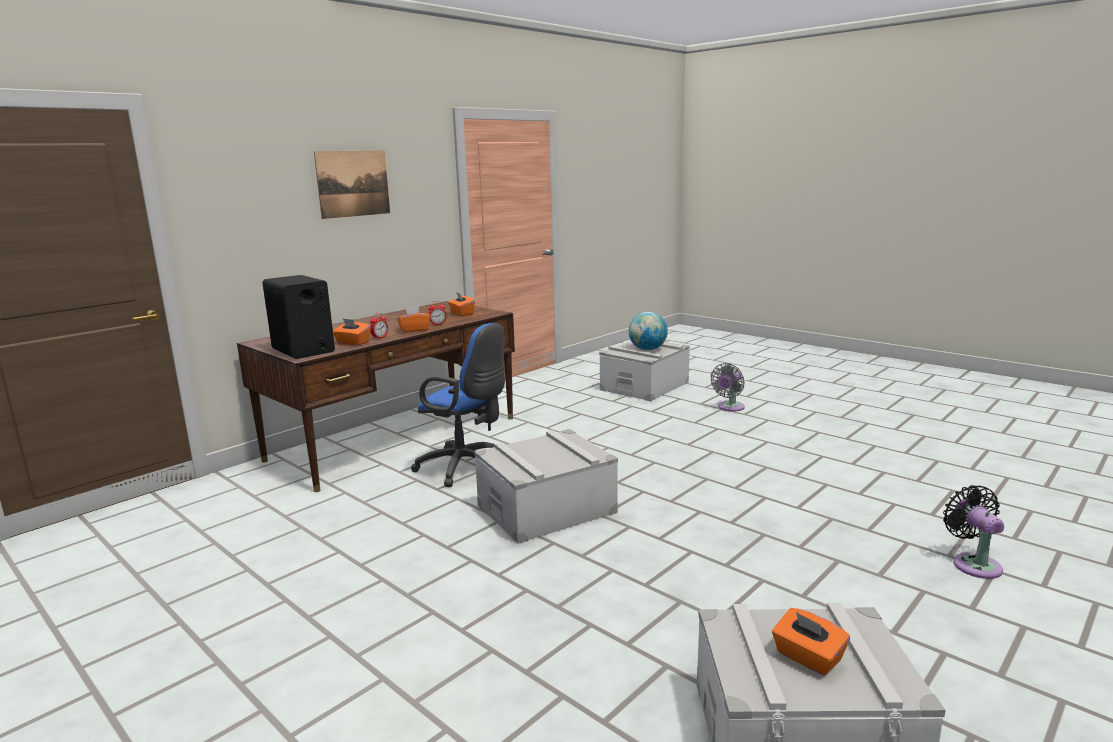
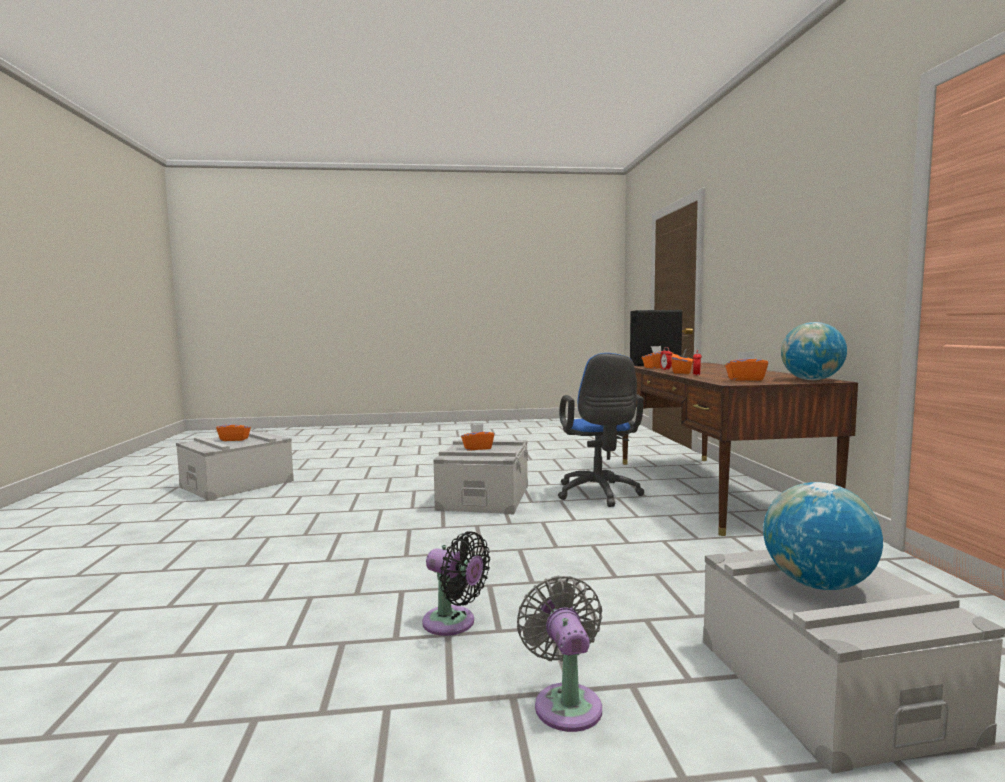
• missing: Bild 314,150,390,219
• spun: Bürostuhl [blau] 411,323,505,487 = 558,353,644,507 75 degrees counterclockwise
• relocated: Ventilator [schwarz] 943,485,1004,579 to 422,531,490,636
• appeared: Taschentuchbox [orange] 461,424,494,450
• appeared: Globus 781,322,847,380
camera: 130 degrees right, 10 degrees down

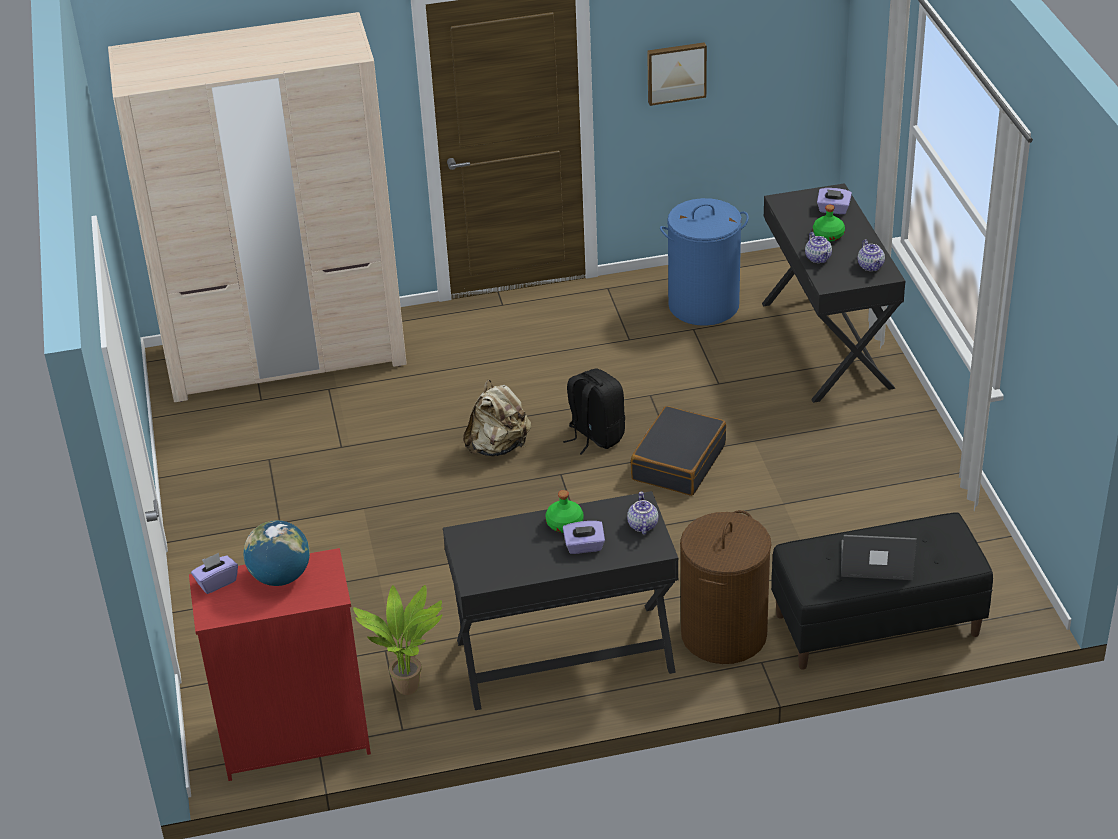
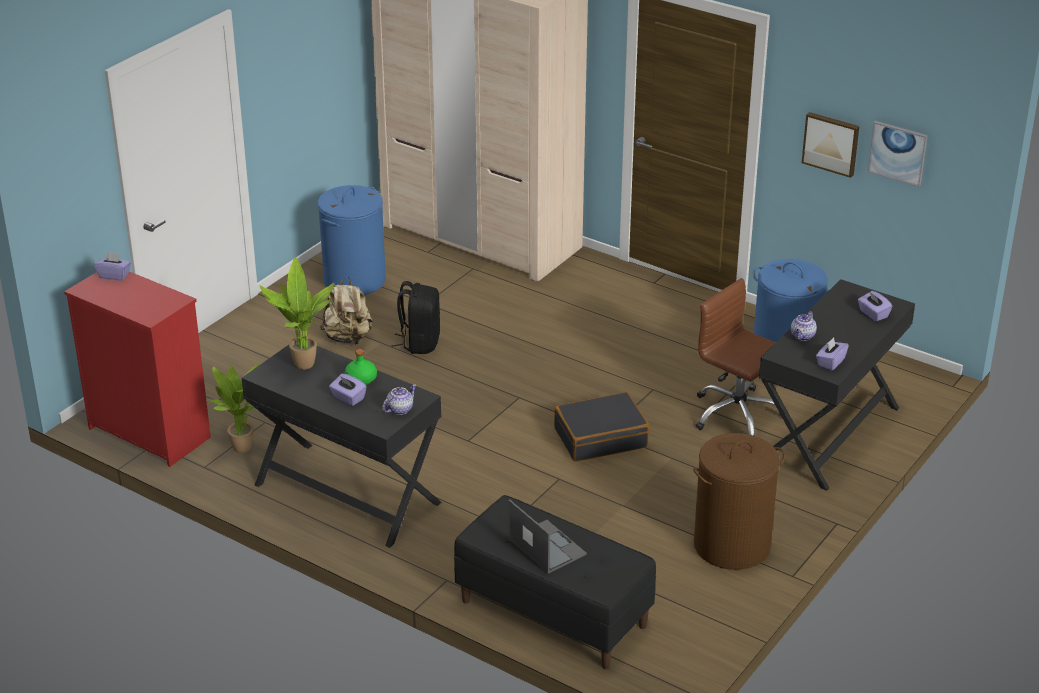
• missing: Globus 243,520,310,586
• relocated: Rucksack [beige] 463,380,531,456 to 320,277,373,345
• relocated: Rucksack [schwarz] 563,369,625,455 to 391,281,440,354
• relocated: Wäschekorb [braun] 680,510,771,664 to 693,433,785,570
• missing: Flasche [grün] 813,205,845,242
• exchanged: Teekanne 858,239,885,271 to Taschentuchbox [lila] 816,338,849,371
• appeared: Topfpflanze 260,257,334,370
• appeared: Wäschekorb [blau] 318,185,386,295
• appeared: Bürostuhl [braun] 696,278,783,436
• appeared: Bild 868,121,928,187
camera: 45 degrees right, 5 degrees down

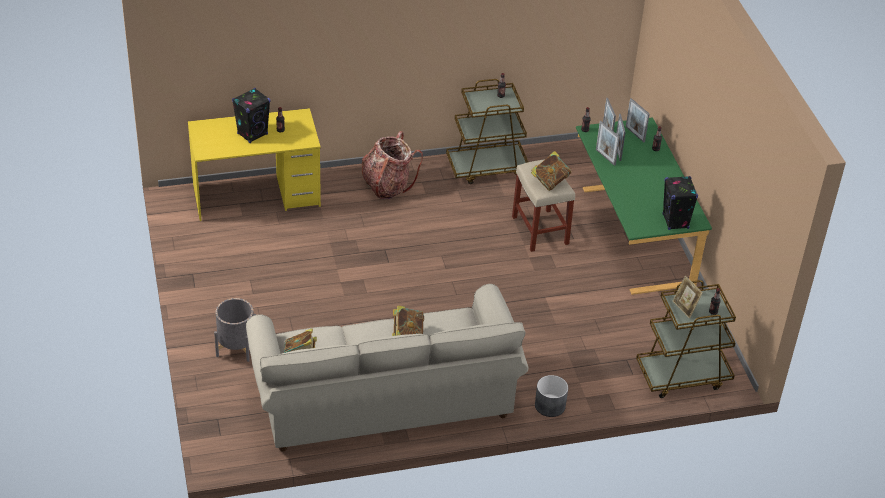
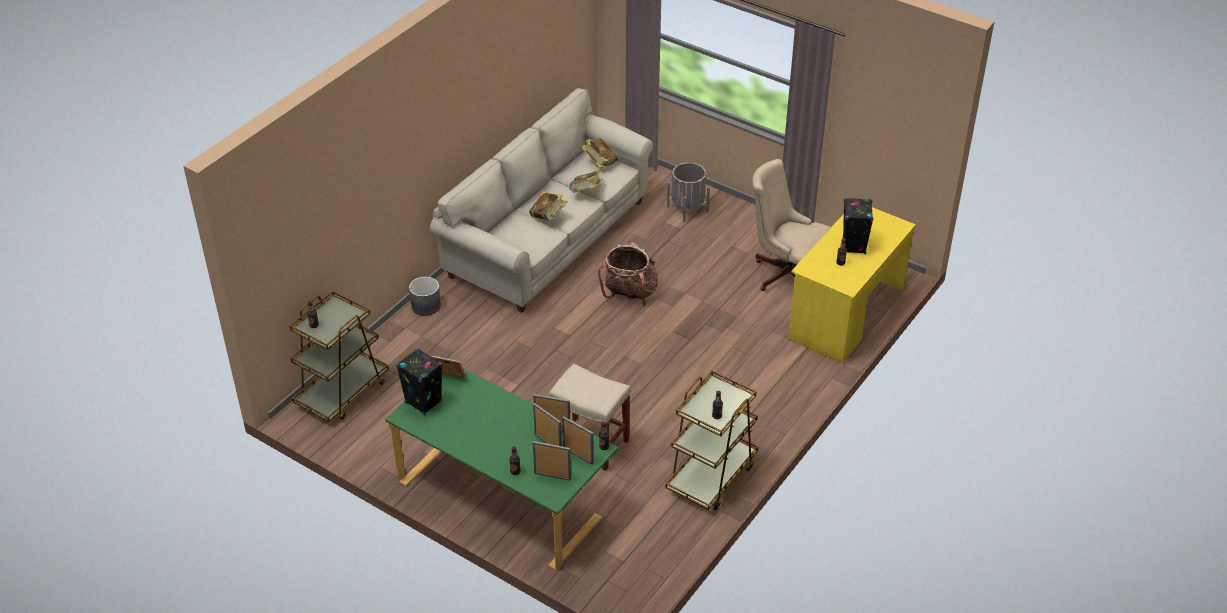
• relocated: Rucksack 361,131,423,199 to 598,242,658,307
• relocated: Buch 531,151,571,191 to 569,170,603,193
• relocated: Bilderrahmen 673,276,703,318 to 432,356,466,379
• appeared: Bürostuhl [beige] 752,159,831,291
camera: 140 degrees right, 0 degrees up

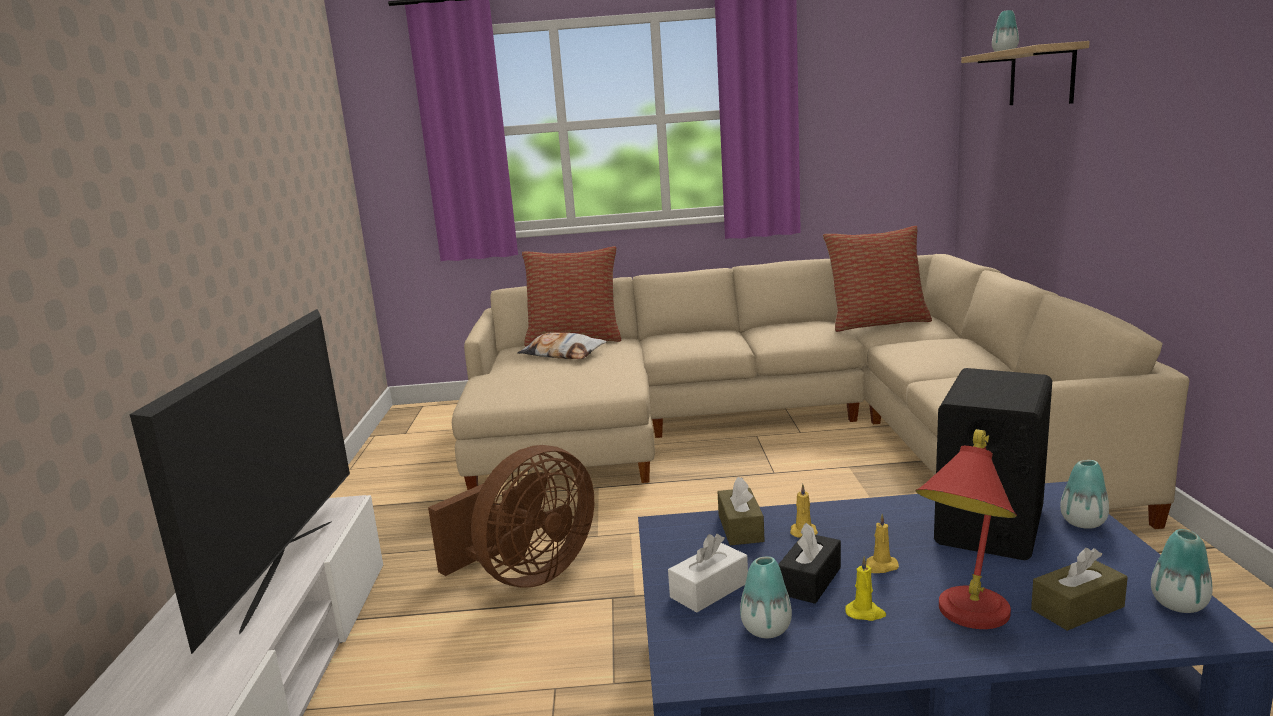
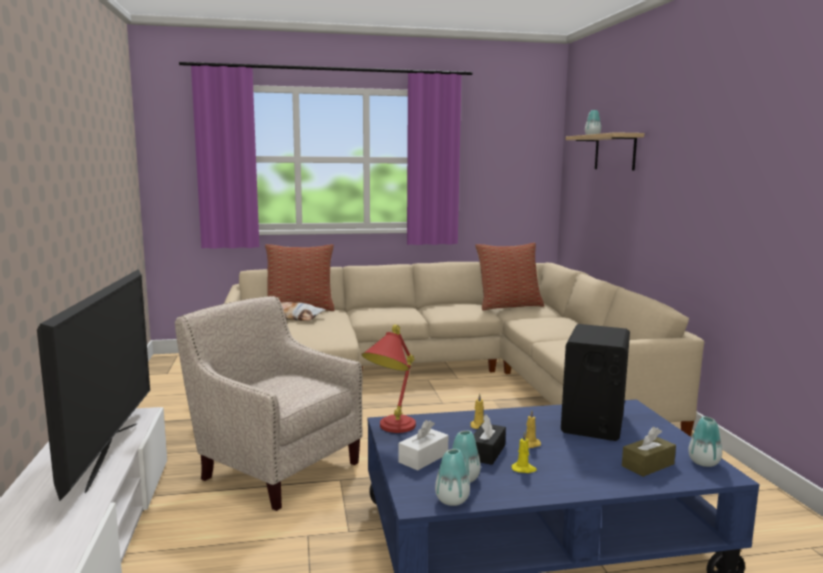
• exchanged: Ventilator [braun] 428,445,594,588 to Sessel [beige] 175,296,363,511
• missing: Taschentuchbox [braun] 718,477,765,545
• relocated: Tischlampe [rot] 915,429,1017,629 to 361,325,416,433
• relocated: Vase 1060,460,1109,529 to 435,449,470,506
camera: 10 degrees left, 5 degrees down

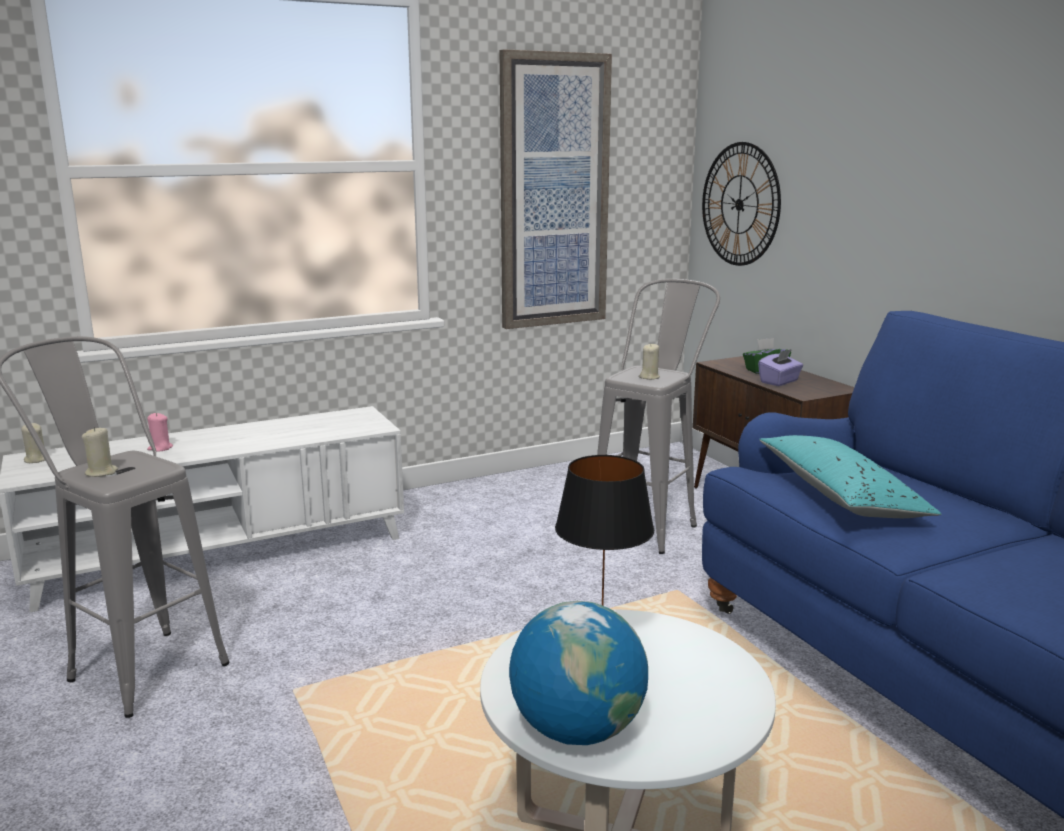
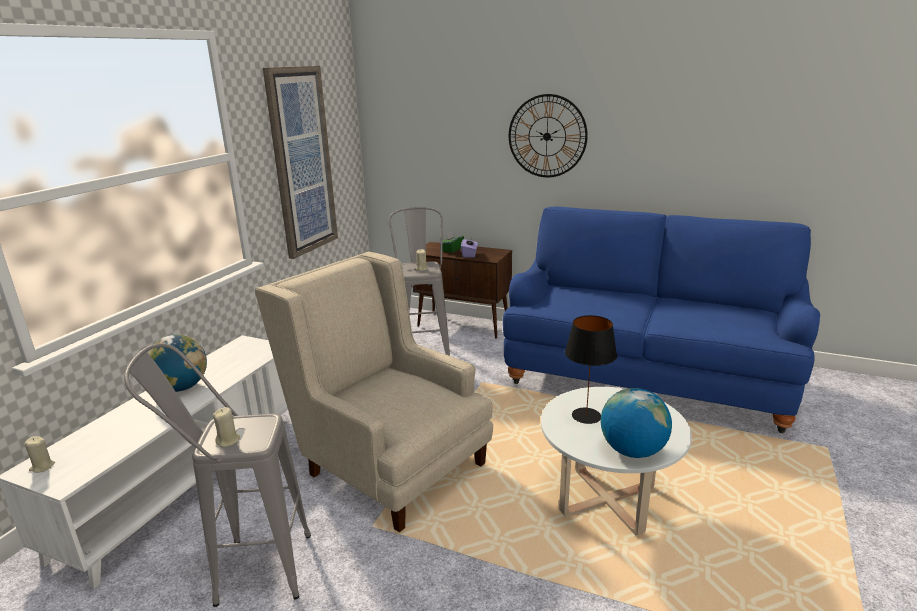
• missing: Kerze [rosa] 147,413,173,452
• relocated: Wanduhr 702,142,781,266 to 509,94,588,177
• missing: Kissen [türkis] 759,435,941,518
• appeared: Globus 147,335,207,392
• appeared: Sessel [beige] 255,252,493,532
camera: 40 degrees left, 5 degrees up

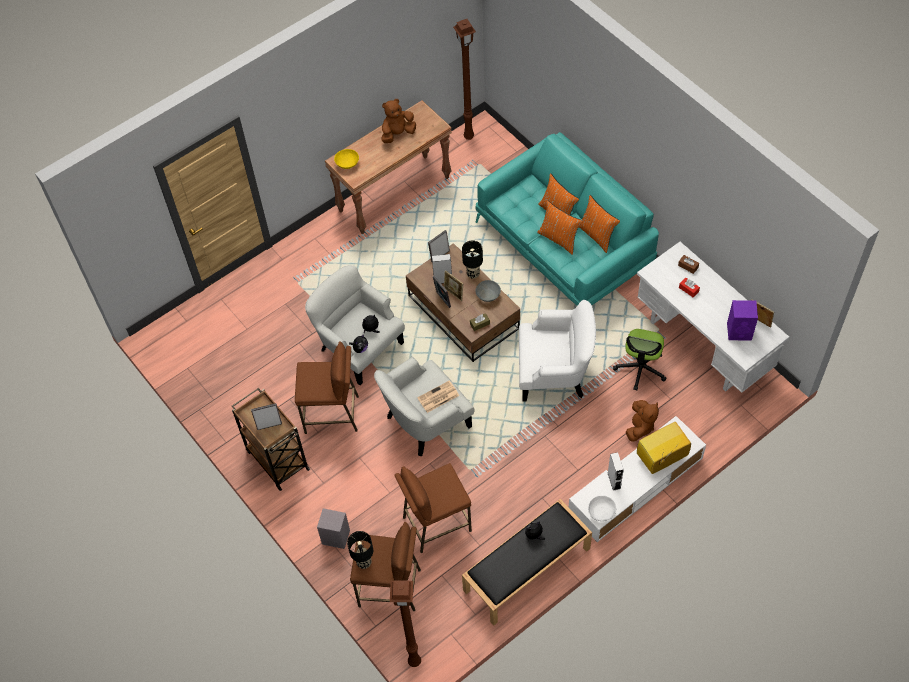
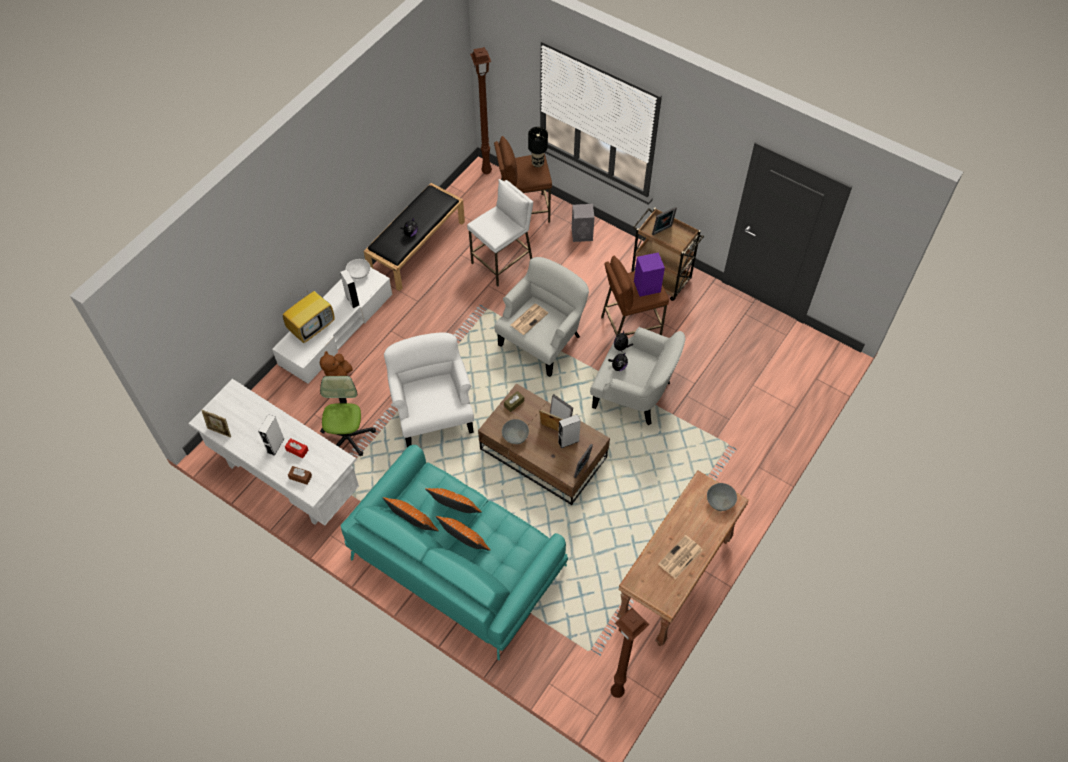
• colour: Schüssel [gelb] 334,149,359,169 to Schüssel [grau] 707,483,737,511
• exchanged: Plüschtier [braun] 381,99,416,143 to Zeitung 658,535,702,579
• colour: Hocker [braun] 394,463,472,553 to Hocker [weiß] 467,179,533,287
• missing: Tischlampe [schwarz] 462,240,483,279
• spun: Sessel [weiß] 519,300,596,401 = 384,332,474,447 90 degrees clockwise
• relocated: Lautsprecher [lila] 727,300,758,341 to 634,252,665,297
• appeared: Lautsprecher [weiß] 258,414,284,456
camera: 160 degrees right, 0 degrees up

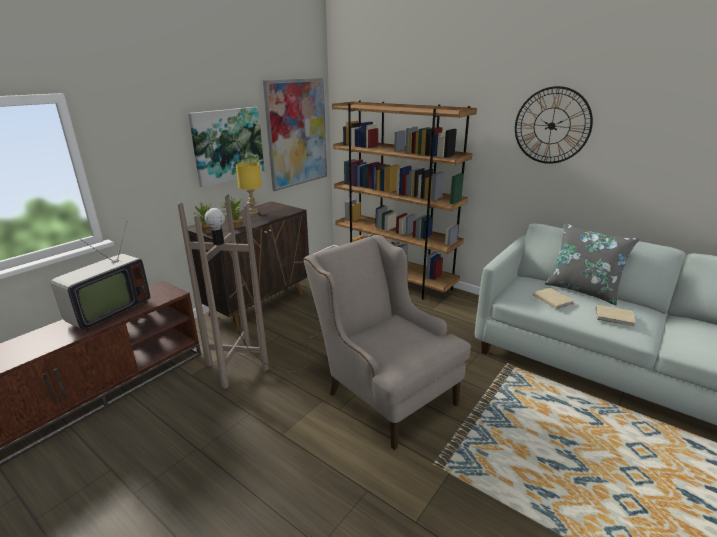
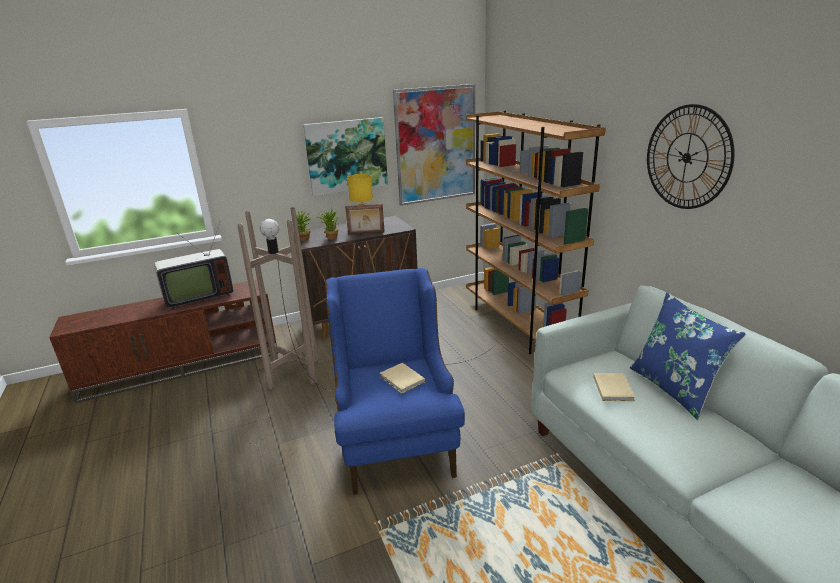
• colour: Sessel [beige] 303,235,471,450 to Sessel [blau] 325,268,465,495
• colour: Kissen [grau] 545,223,639,306 to Kissen [blau] 630,292,746,420
• relocated: Buch [beige] 596,305,636,327 to 380,363,425,394
• appeared: Bilderrahmen 345,204,385,235
camera: 30 degrees right, 0 degrees up

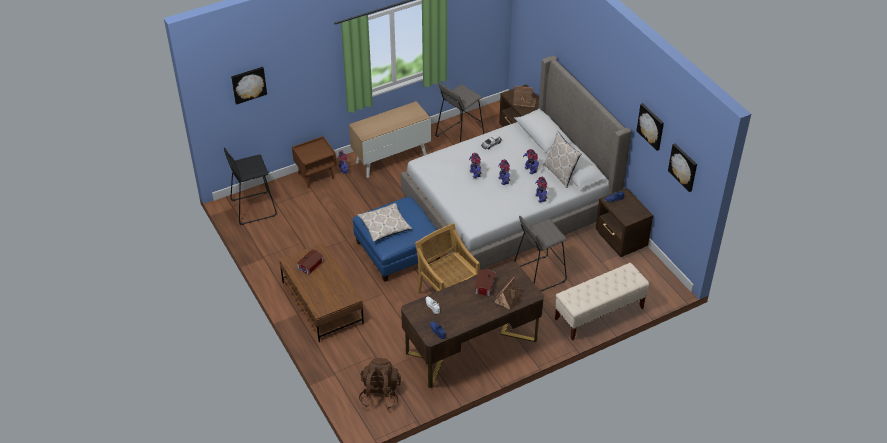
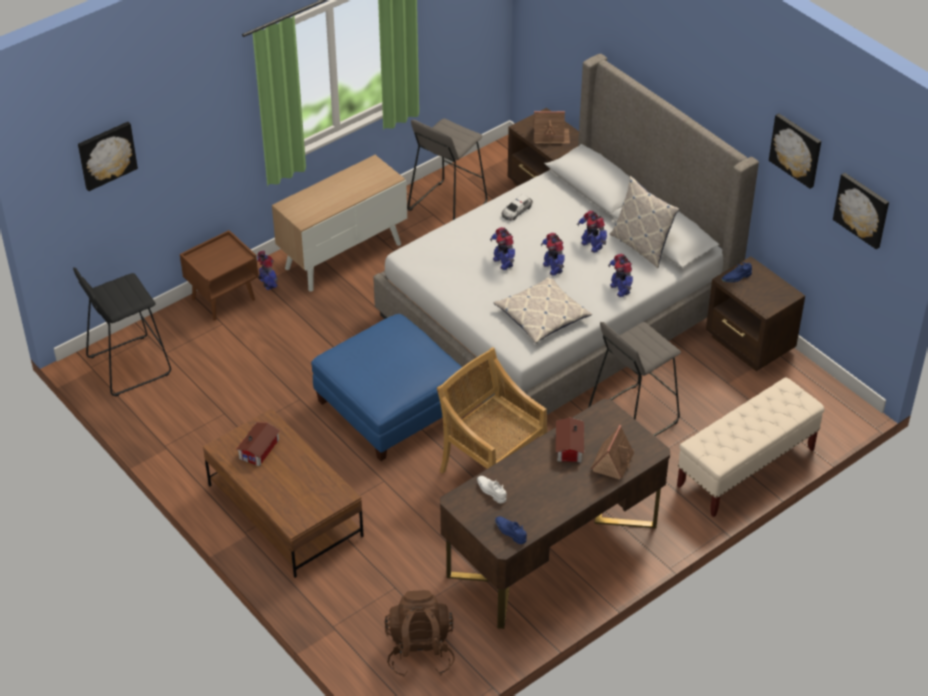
• relocated: Kissen 357,203,412,242 to 493,276,592,343
camera: 10 degrees left, 0 degrees up

